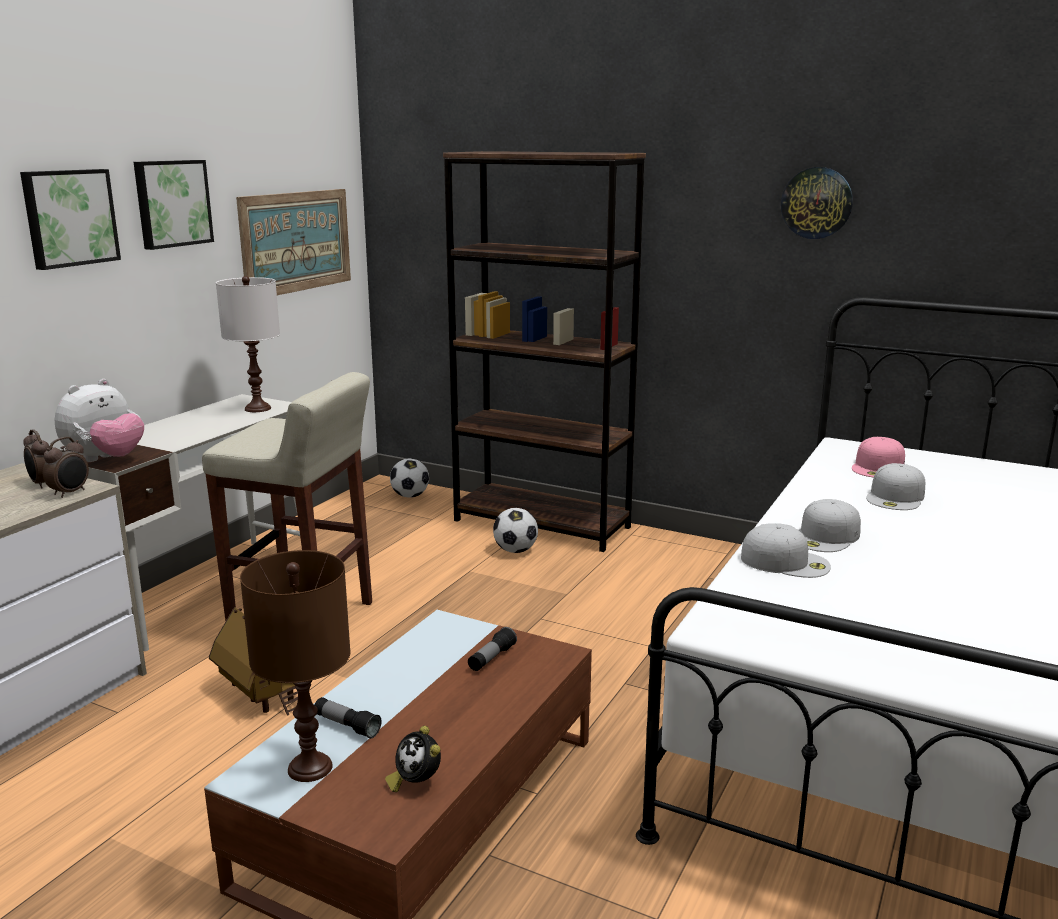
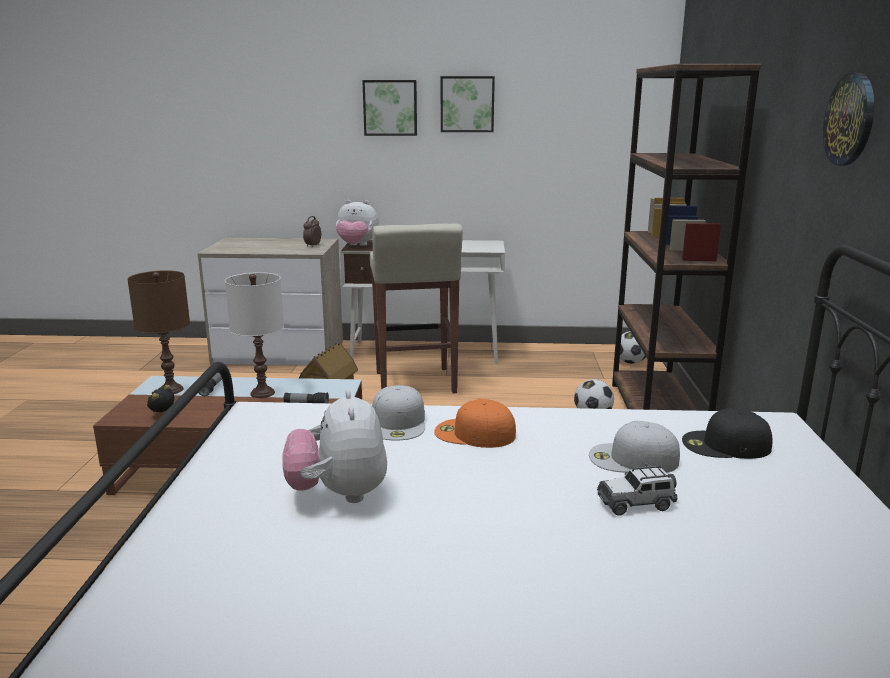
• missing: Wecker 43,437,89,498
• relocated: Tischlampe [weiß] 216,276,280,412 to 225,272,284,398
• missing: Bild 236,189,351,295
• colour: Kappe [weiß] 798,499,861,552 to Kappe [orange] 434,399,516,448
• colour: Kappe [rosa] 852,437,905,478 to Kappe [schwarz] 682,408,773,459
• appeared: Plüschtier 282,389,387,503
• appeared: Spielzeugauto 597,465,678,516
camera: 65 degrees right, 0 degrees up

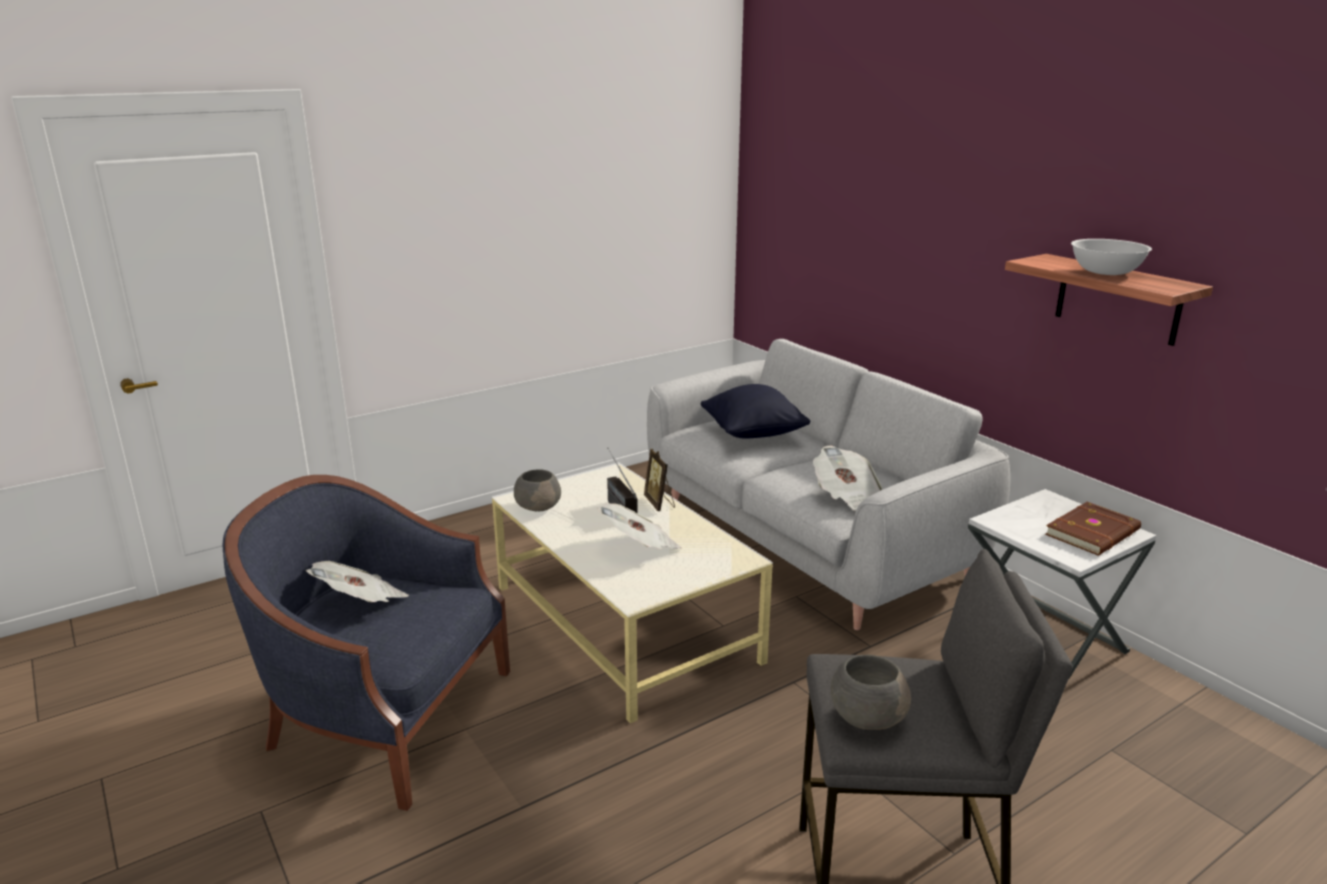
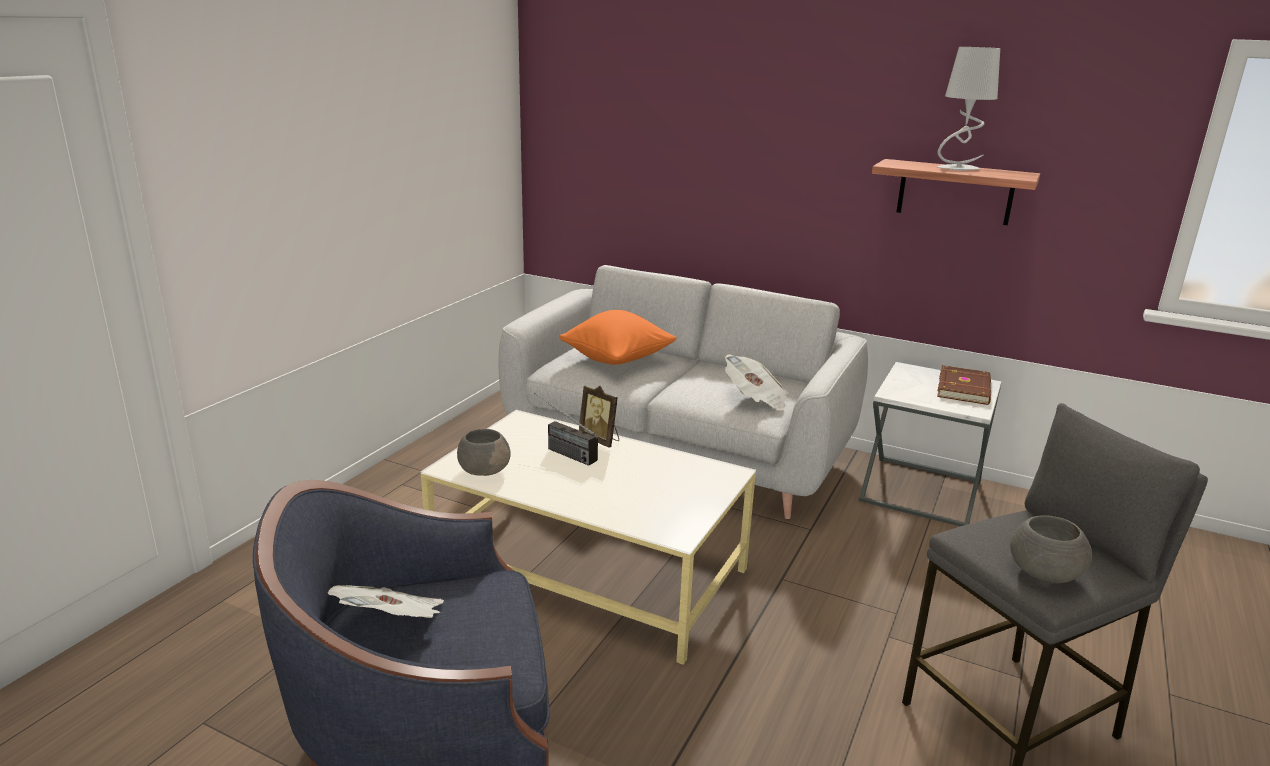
• missing: Zeitung 597,503,682,550
• colour: Kissen [schwarz] 701,384,810,439 to Kissen [orange] 560,310,676,365
• exchanged: Schüssel [weiß] 1071,239,1152,275 to Tischlampe [grau] 937,47,1000,171
camera: 30 degrees left, 0 degrees up

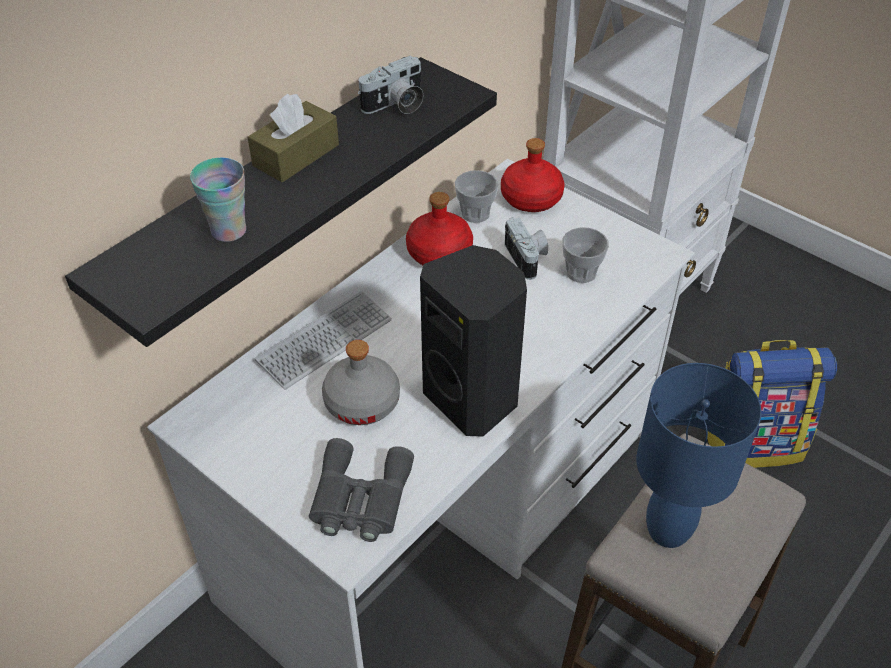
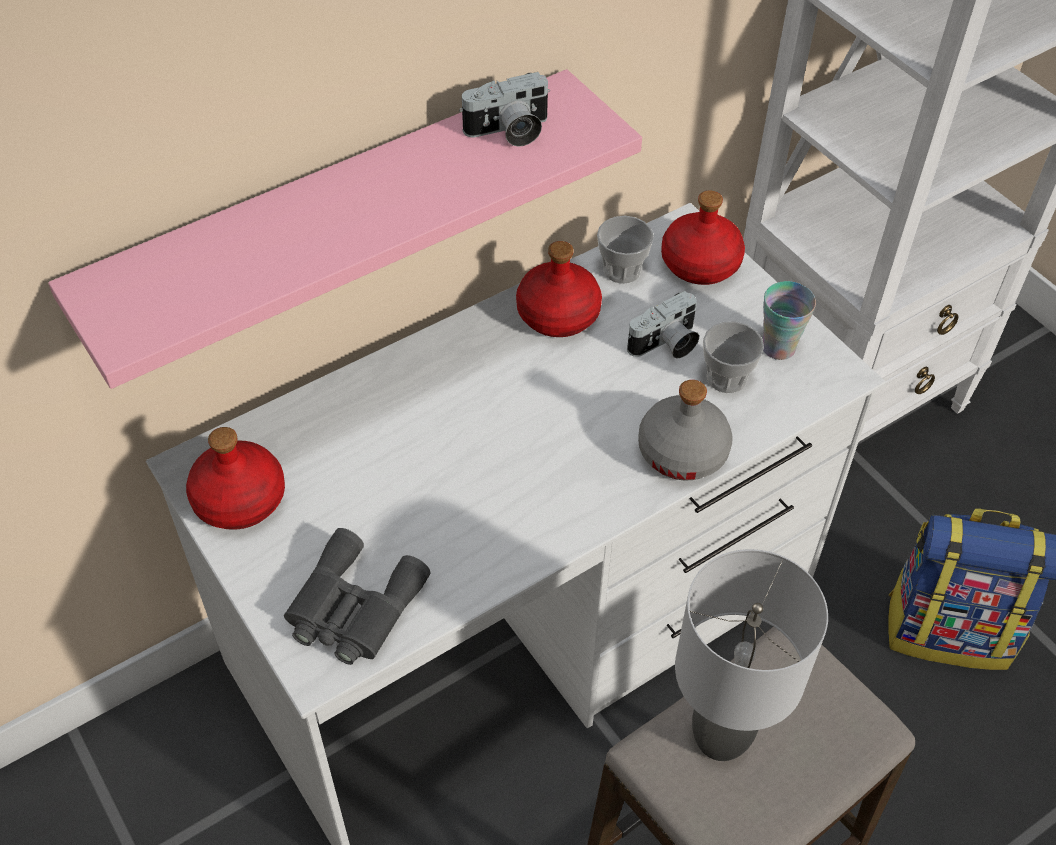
• colour: Wandregal [schwarz] 65,57,497,347 to Wandregal [rosa] 48,69,642,389
• relocated: Tasse 190,158,246,242 to 763,281,816,360
• missing: Taschentuchbox [braun] 248,94,339,182
• missing: Tastatur 255,291,392,390
• relocated: Flasche [grau] 322,340,400,425 to 638,380,733,481
• missing: Lautsprecher [schwarz] 420,245,527,437
• spun: Kamera 505,218,548,280 = 627,291,699,358 60 degrees clockwise
• colour: Tischlampe [blau] 636,363,762,548 to Tischlampe [grau] 675,549,828,761
• appeared: Flasche [rot] 186,427,285,530
camera: 15 degrees right, 5 degrees up

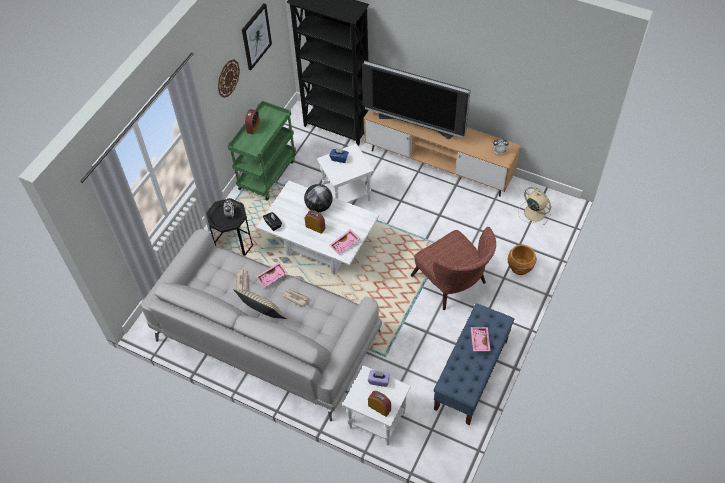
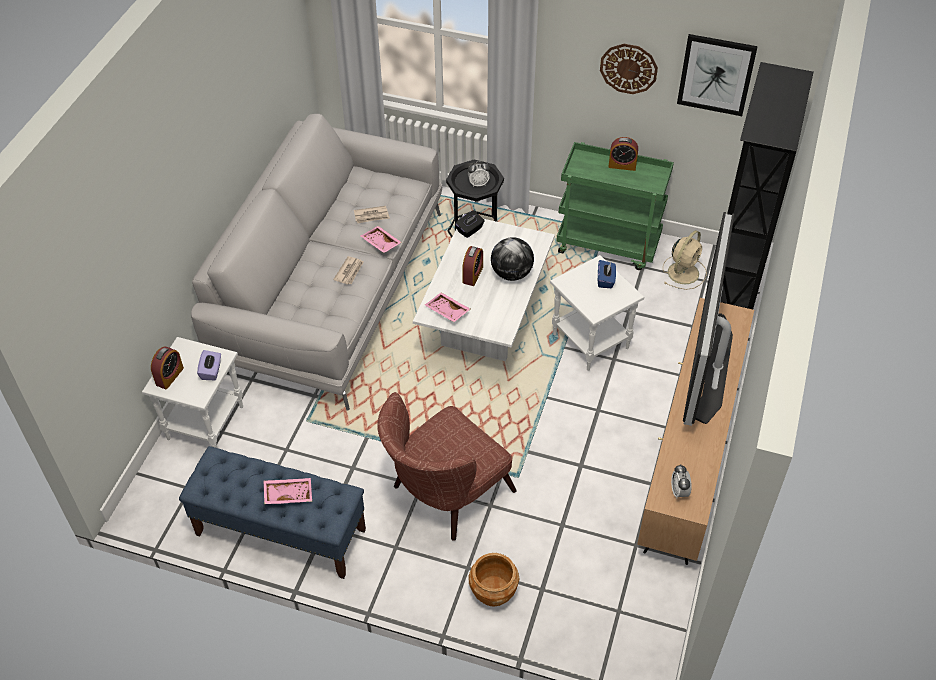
• missing: Kissen [beige] 233,289,287,319
• relocated: Ventilator [beige] 518,187,551,225 to 663,230,707,290
camera: 80 degrees right, 5 degrees down

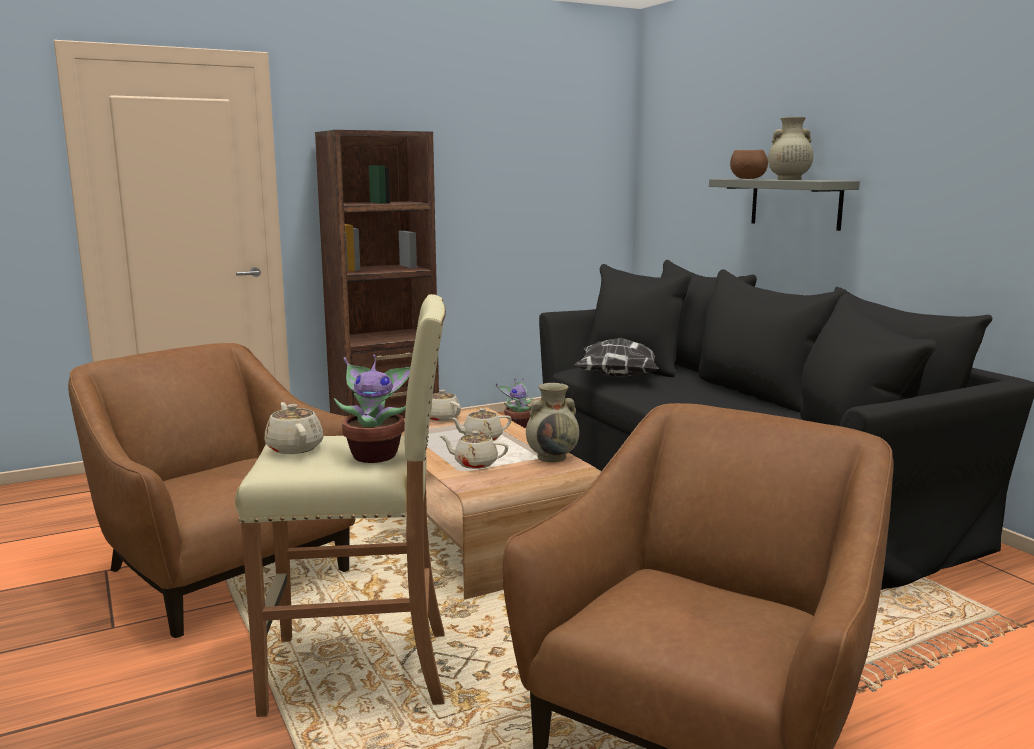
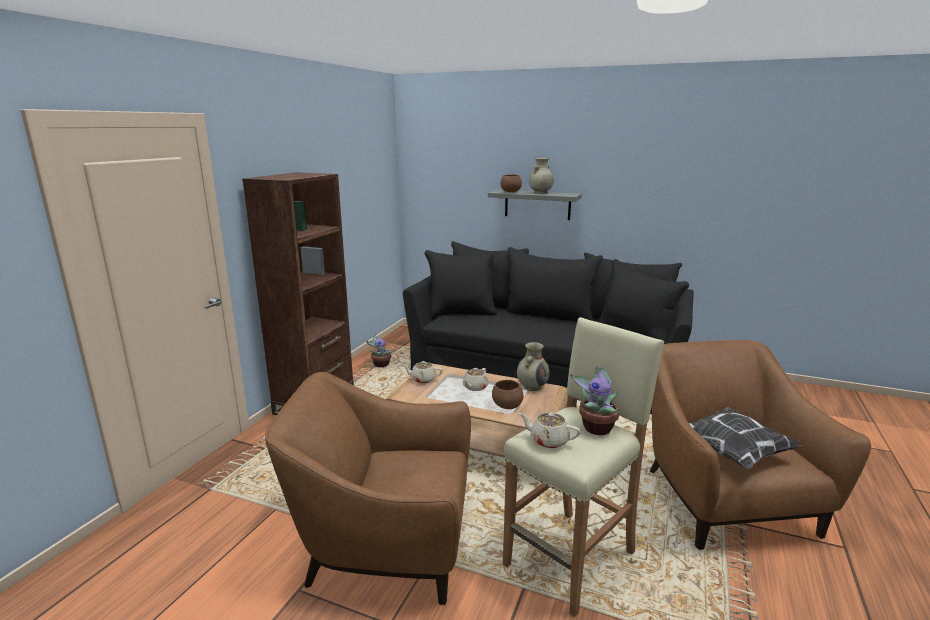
• exchanged: Teekanne [beige] 439,431,508,469 to Schüssel [braun] 492,380,524,409
• relocated: Kissen 574,338,659,378 to 689,407,802,469
camera: 40 degrees left, 5 degrees up

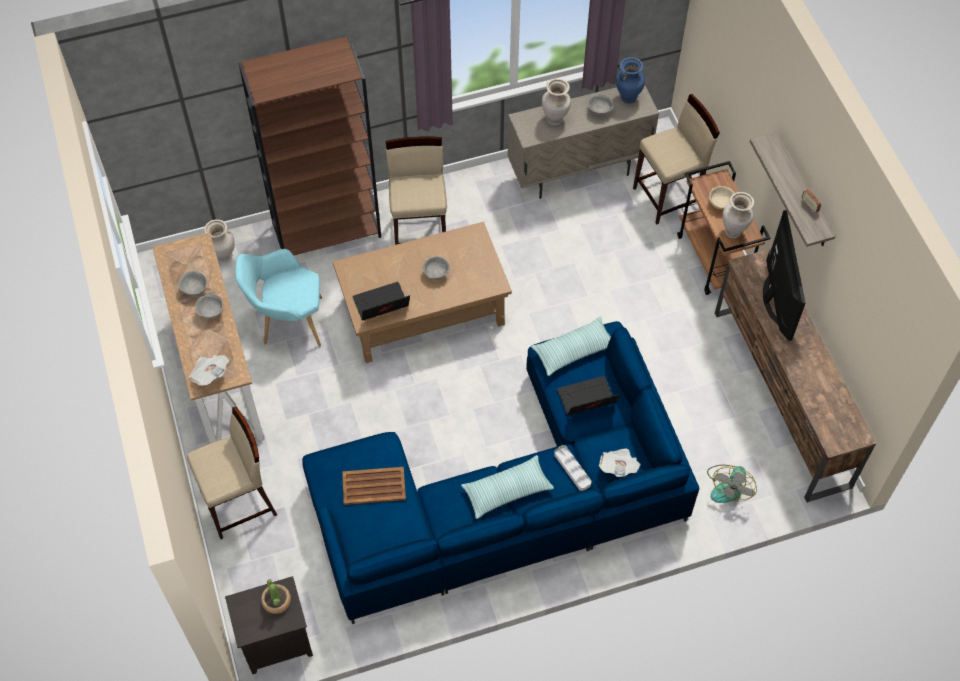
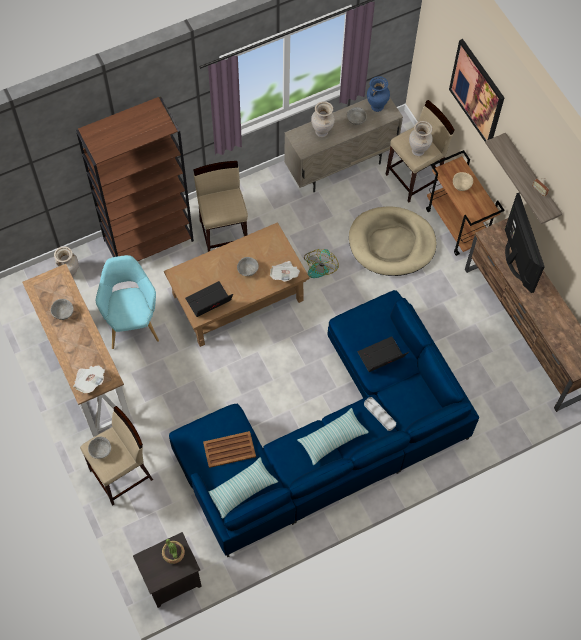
• relocated: Schüssel [grau] 195,294,223,319 to 88,437,111,459
• spun: Sessel [türkis] 235,249,322,346 = 96,255,159,349 90 degrees clockwise
• relocated: Kissen 531,317,611,376 to 208,457,278,519
• relocated: Zeitung 599,448,641,477 to 270,261,300,282
• relocated: Ventilator 707,465,757,503 to 304,249,339,278
• relocated: Vase [beige] 722,192,754,238 to 409,121,433,156
• appeared: Hundebett [beige] 349,207,436,276
• appeared: Bild 449,39,504,142
camera: 10 degrees left, 5 degrees up

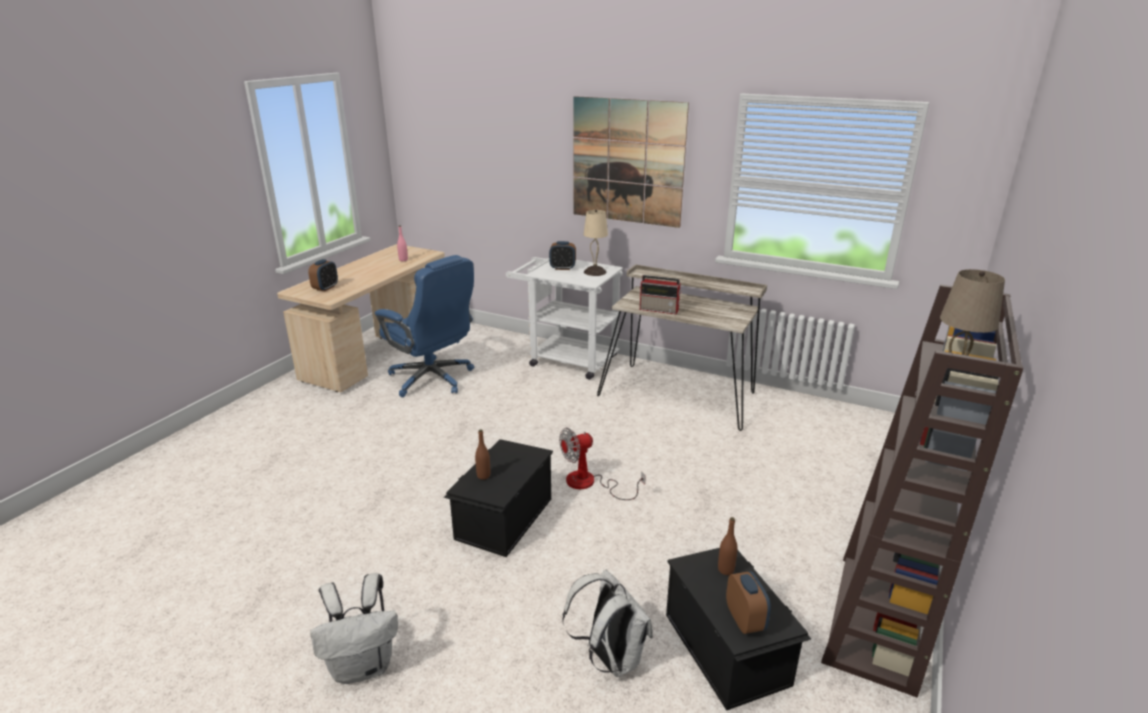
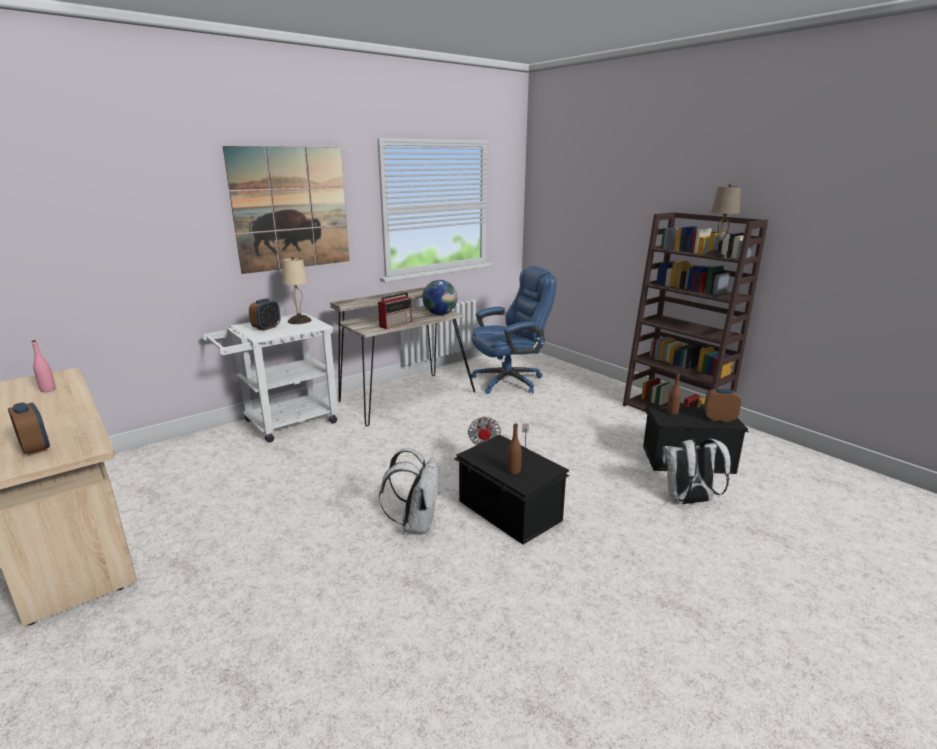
• relocated: Rucksack [weiß] 310,573,398,684 to 379,448,440,534
• relocated: Bürostuhl [blau] 375,255,474,397 to 471,266,557,394
• appeared: Globus 422,280,457,315
camera: 65 degrees left, 5 degrees down

